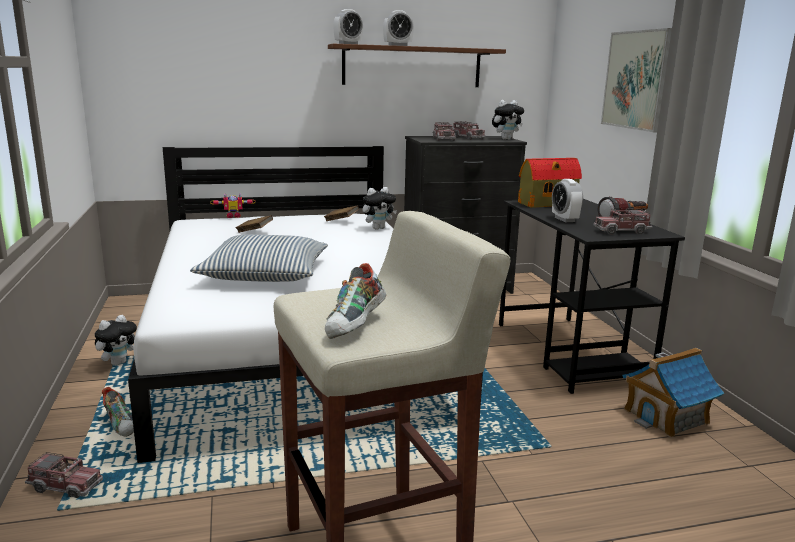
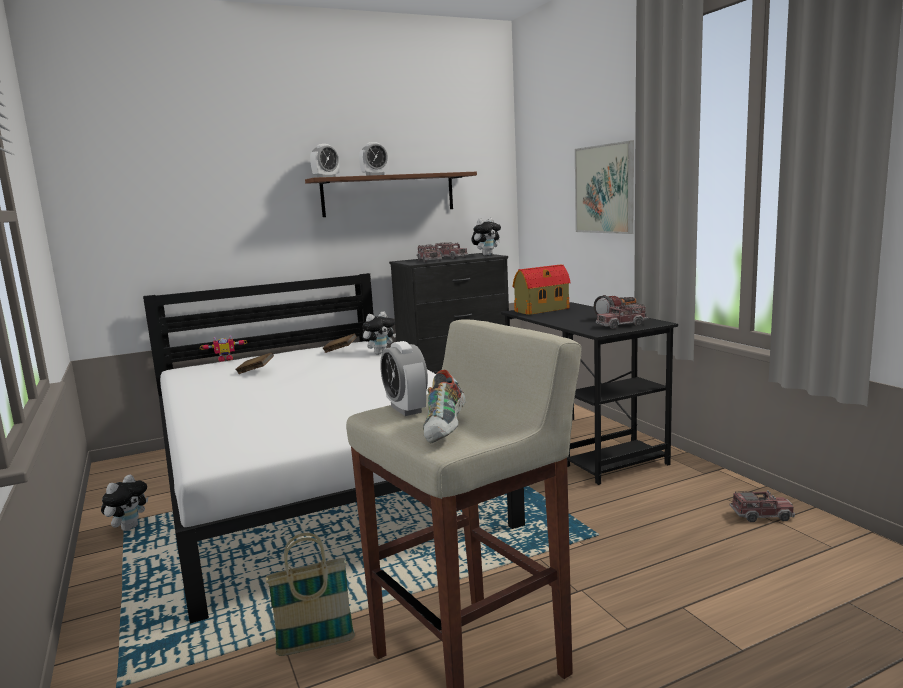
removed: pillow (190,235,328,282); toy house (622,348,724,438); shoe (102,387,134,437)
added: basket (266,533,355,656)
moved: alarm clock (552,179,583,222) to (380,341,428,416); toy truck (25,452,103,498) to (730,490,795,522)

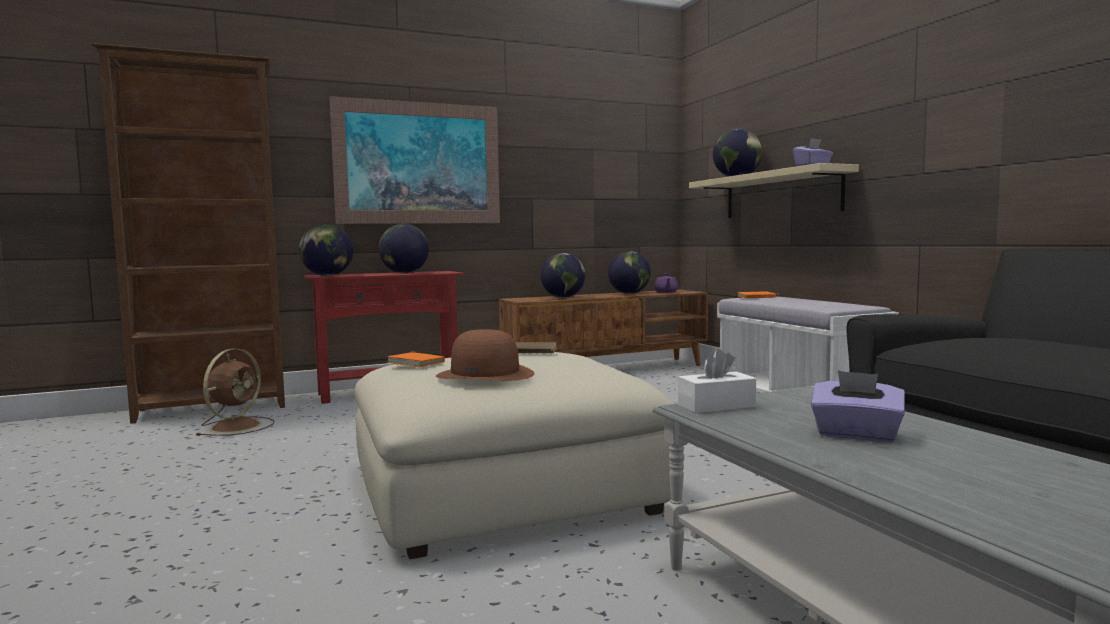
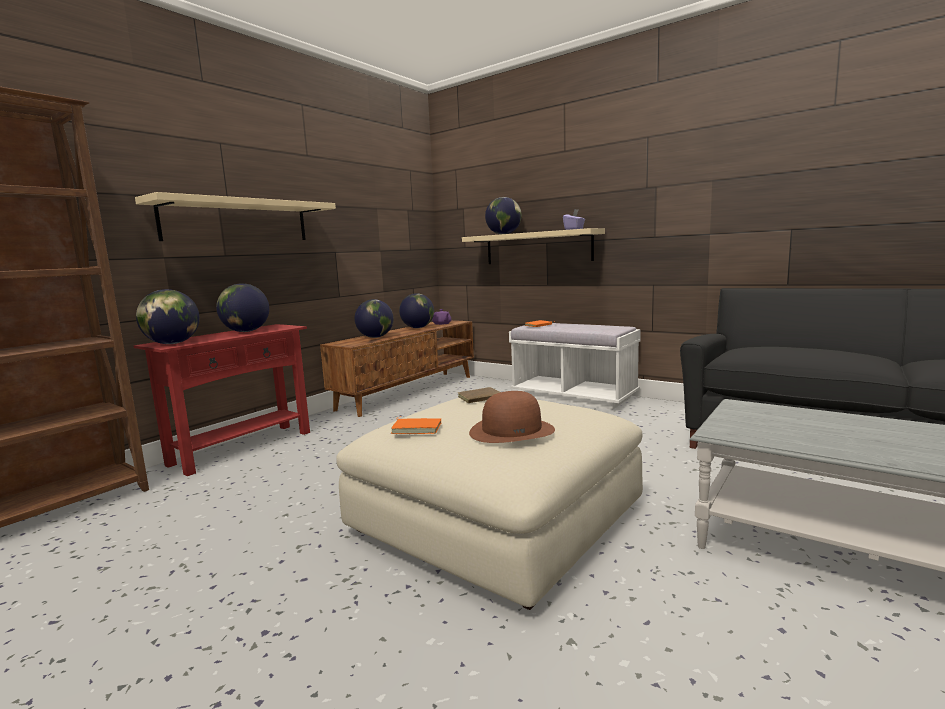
removed: fan/brown (195,348,274,436); tissue box/white (678,349,756,413); tissue box/purple (811,370,905,442)
replaced: picture (329,96,500,224) to shelf/beige (135,192,336,241)

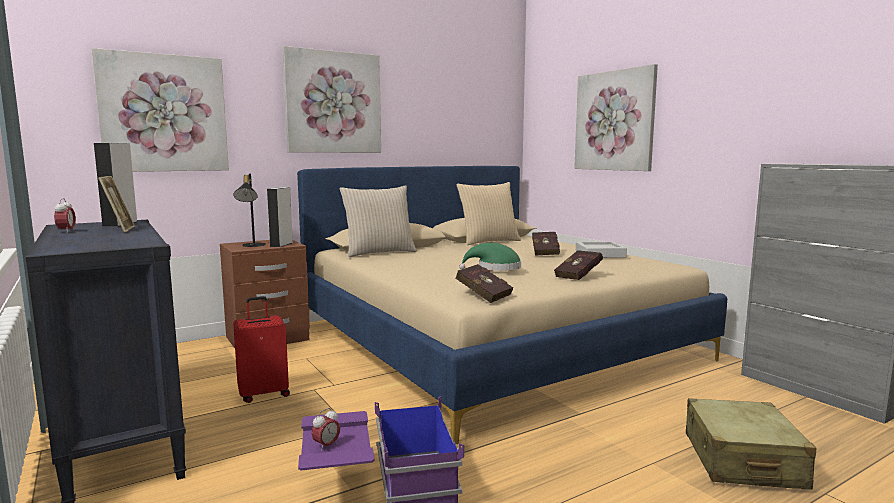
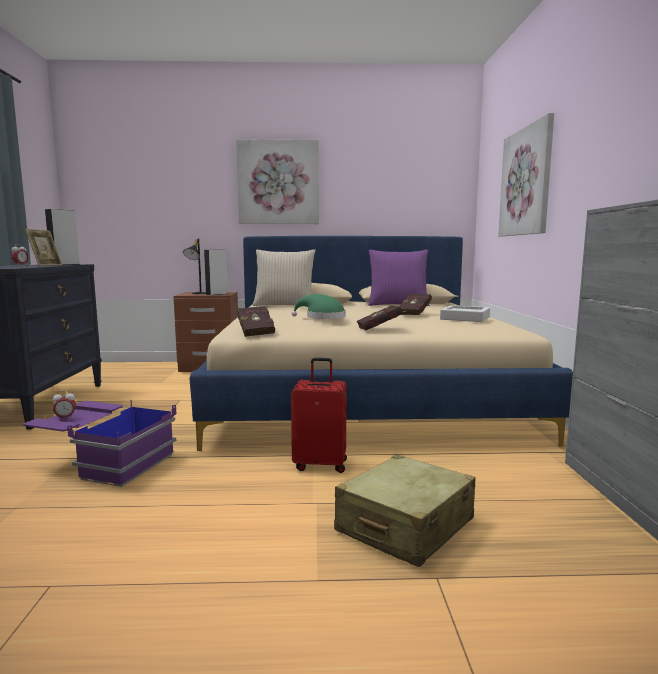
removed: picture (91,48,229,172)
moved: suitcase/red (233,296,290,403) to (291,358,347,473)
recoloured: pillow/beige (456,182,521,245) to pillow/purple (368,249,430,306)

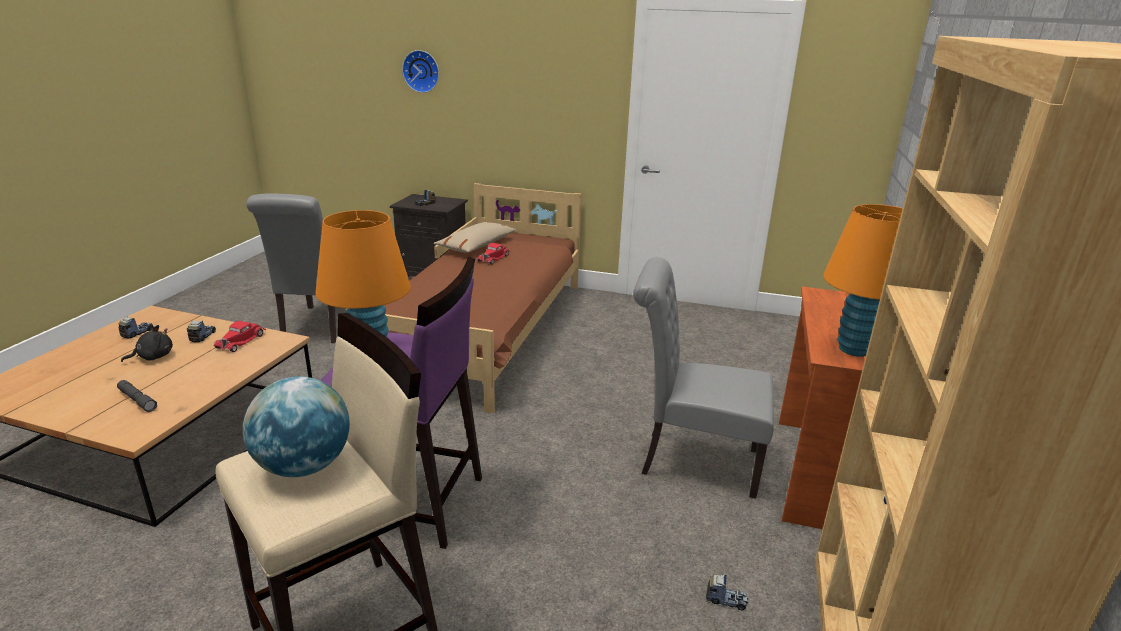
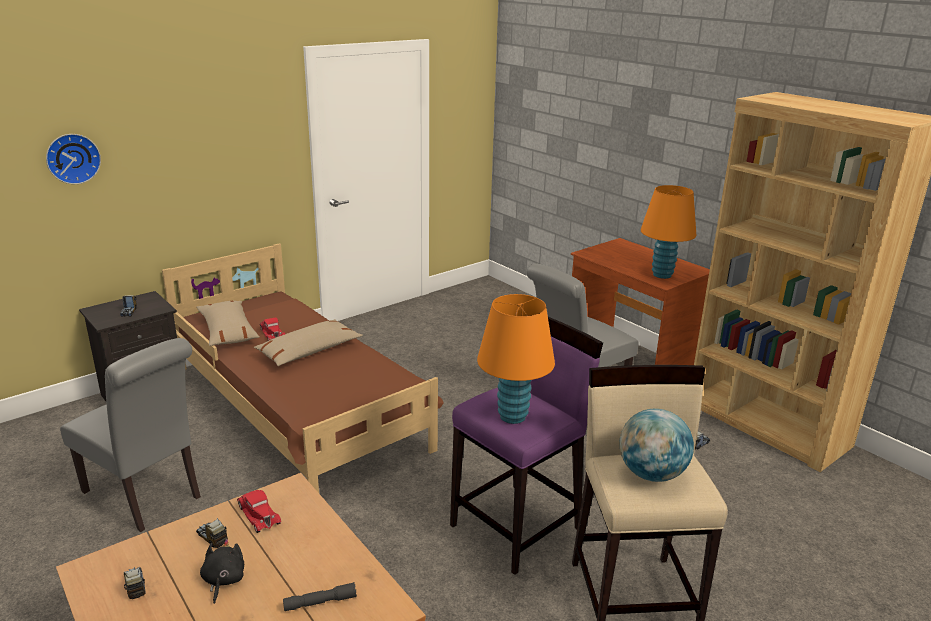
added: pillow/beige (254,319,363,366)

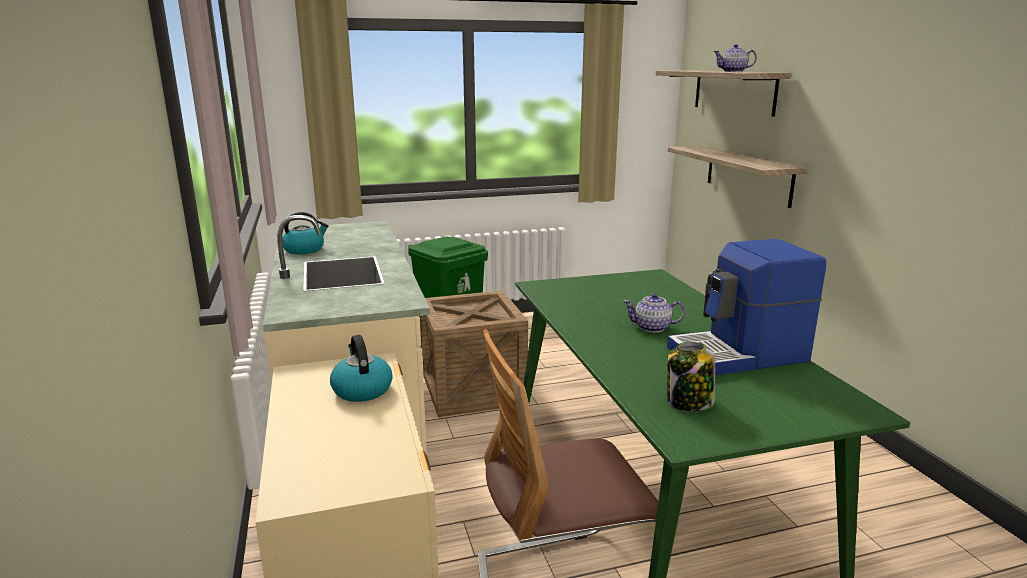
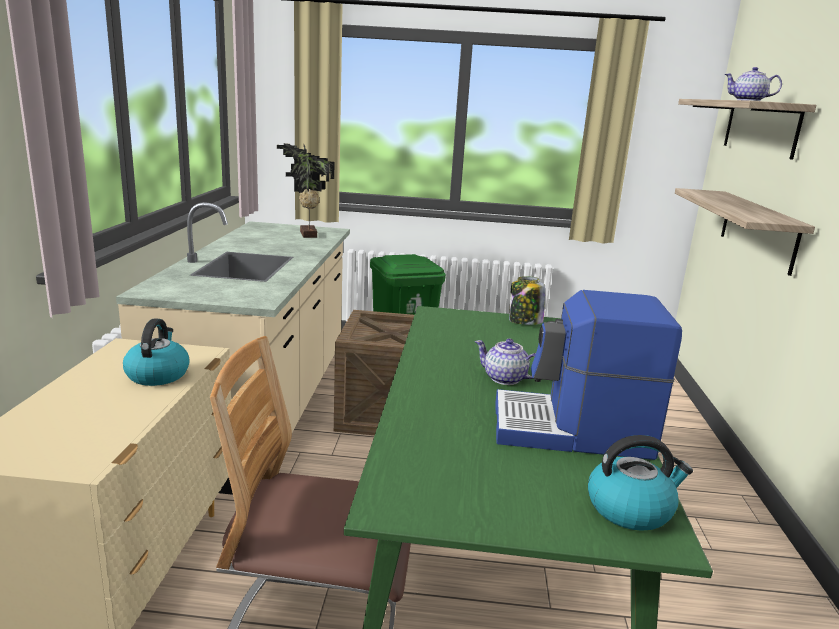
added: potted plant (277,143,334,238)
moved: kettle (282,212,329,254) to (588,435,693,531); jar (667,342,715,411) to (509,276,545,325)

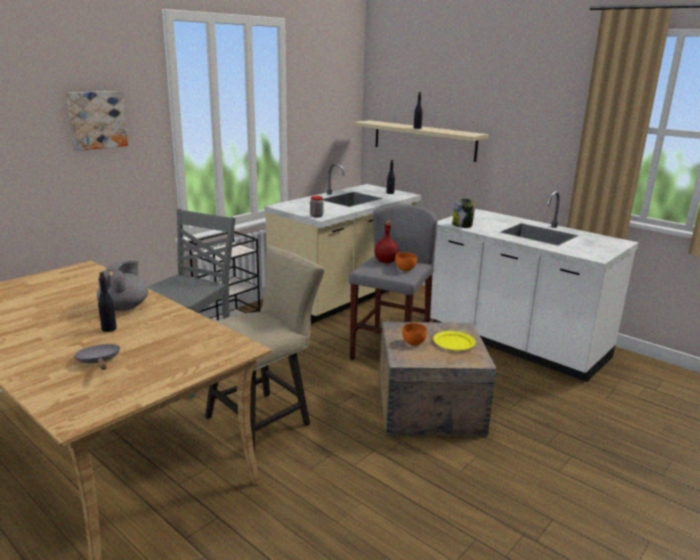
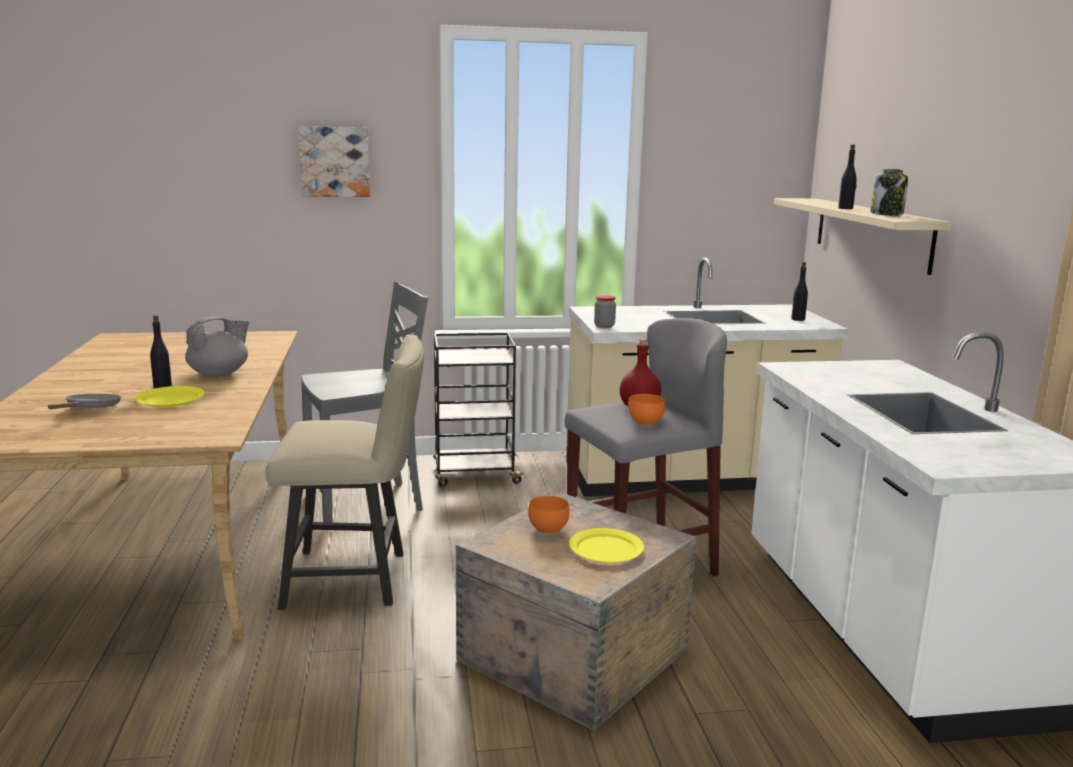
added: plate/yellow (134,386,205,407)
moved: jar (452,198,475,228) to (870,169,908,216)

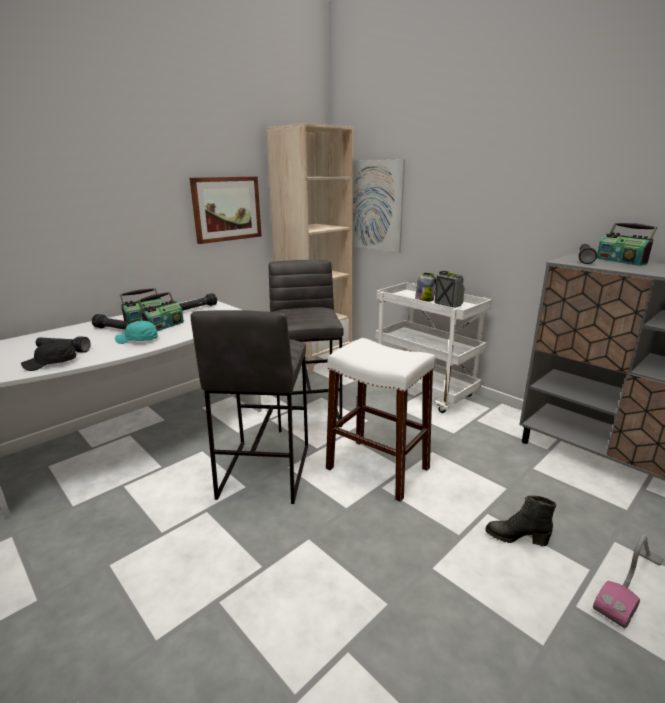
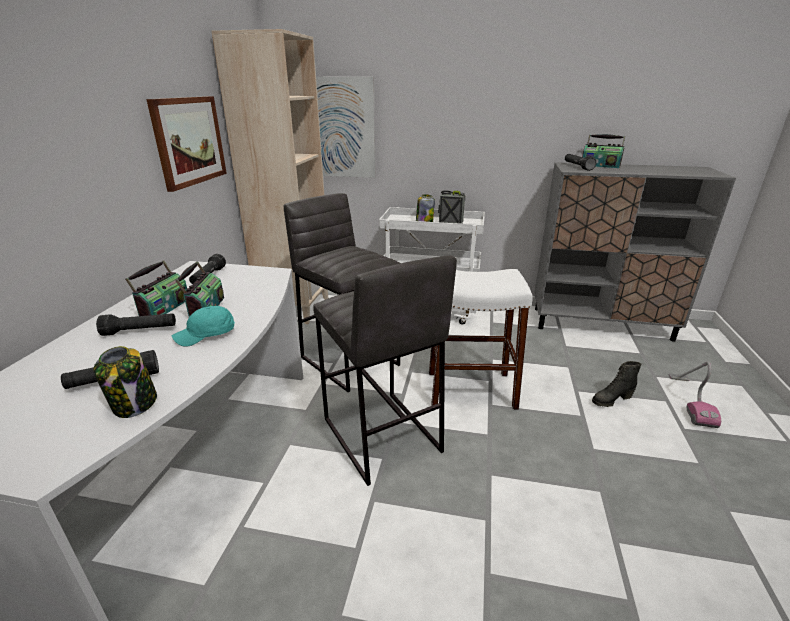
replaced: cap/black (21,340,76,371) to jar (93,346,157,418)

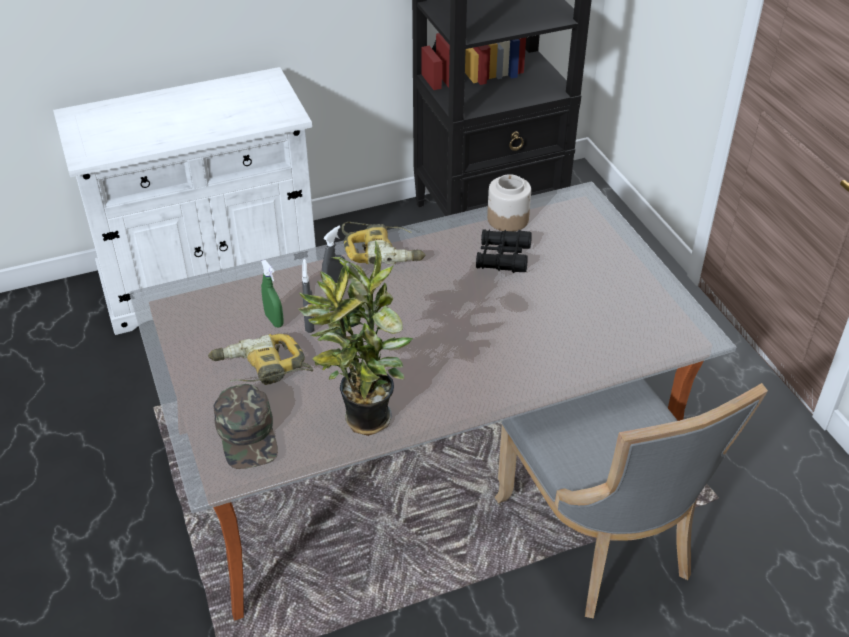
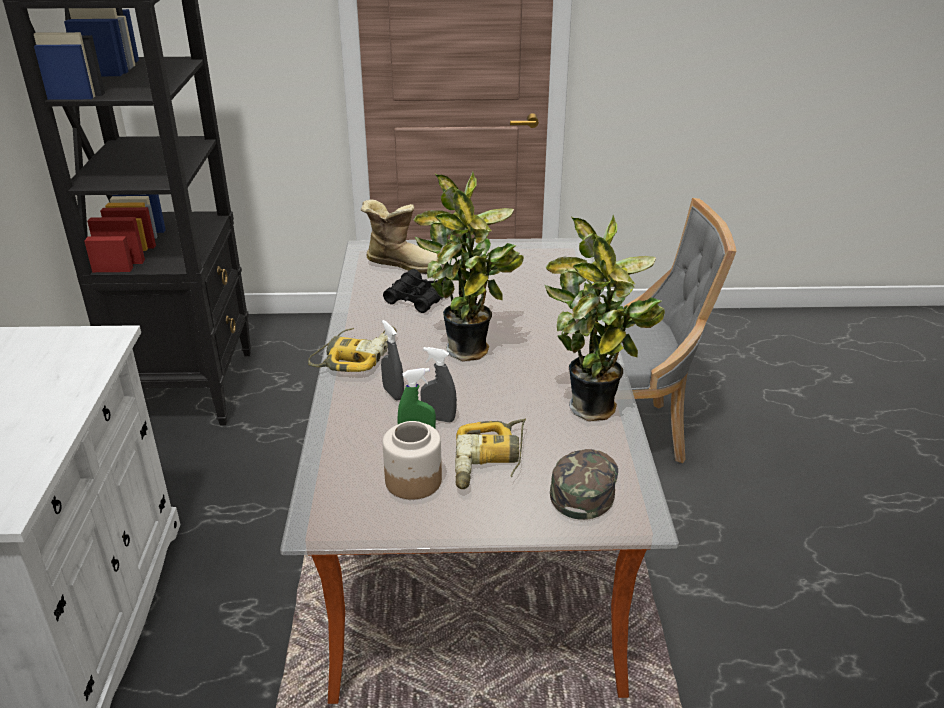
added: potted plant (413,171,524,361); boot (361,199,446,274)
moved: jar (487,174,531,231) to (383,421,442,500)
turned: cap/green (213,384,278,469) = (550,449,618,520) 75 degrees counterclockwise

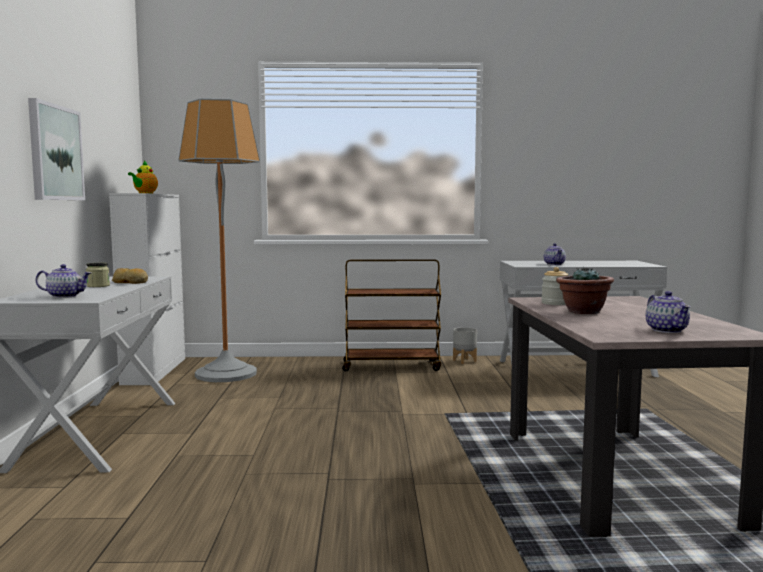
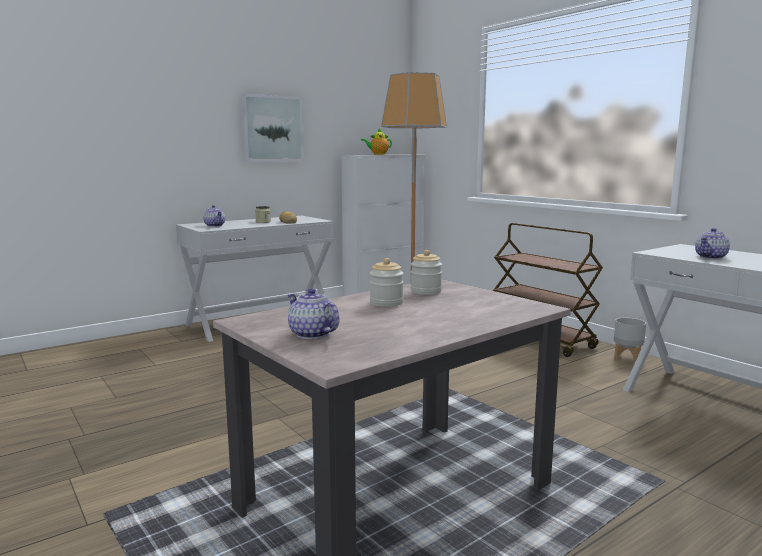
replaced: potted plant (556,267,614,314) to jar (370,258,404,307)
turned: teapot (646,291,691,333) = (287,288,339,339) 90 degrees clockwise

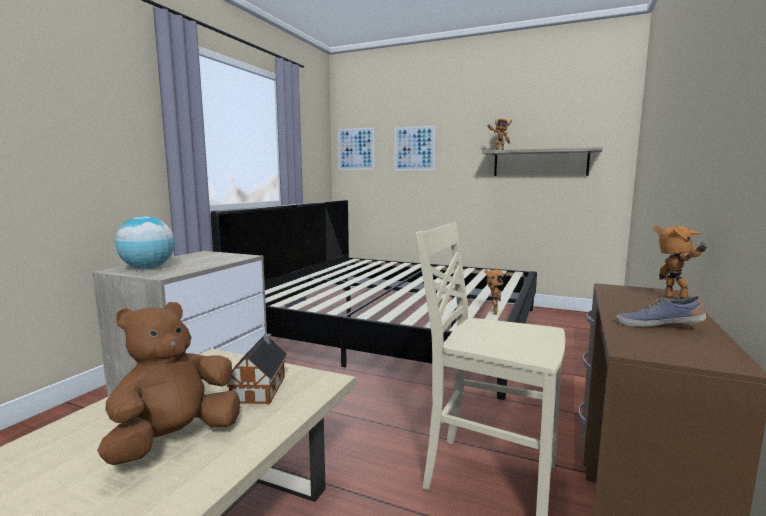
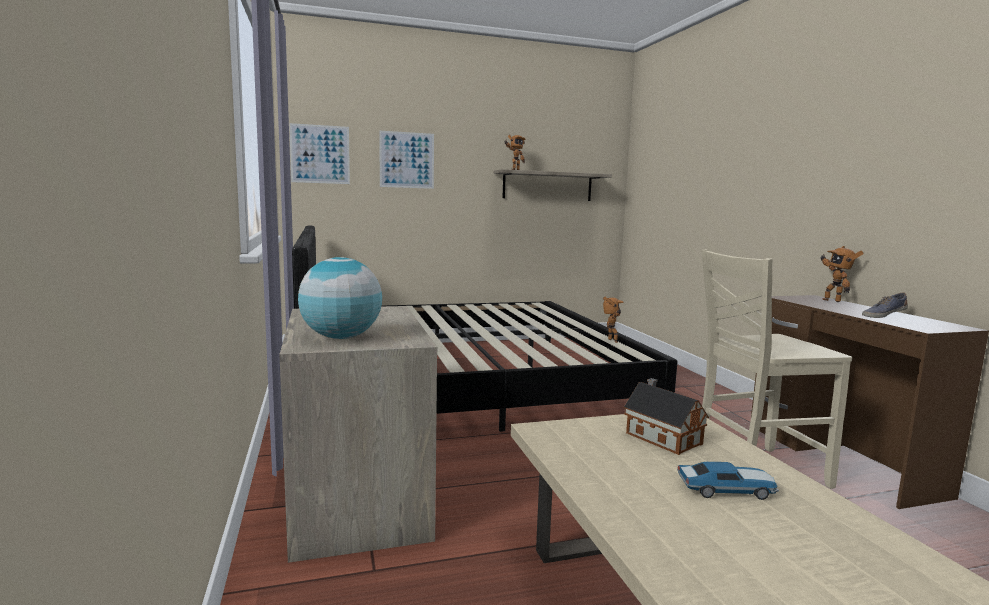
replaced: plush toy/brown (97,302,240,465) to toy car (677,462,779,500)
turned: toy robot (653,226,708,299) = (820,246,864,302) 150 degrees counterclockwise

